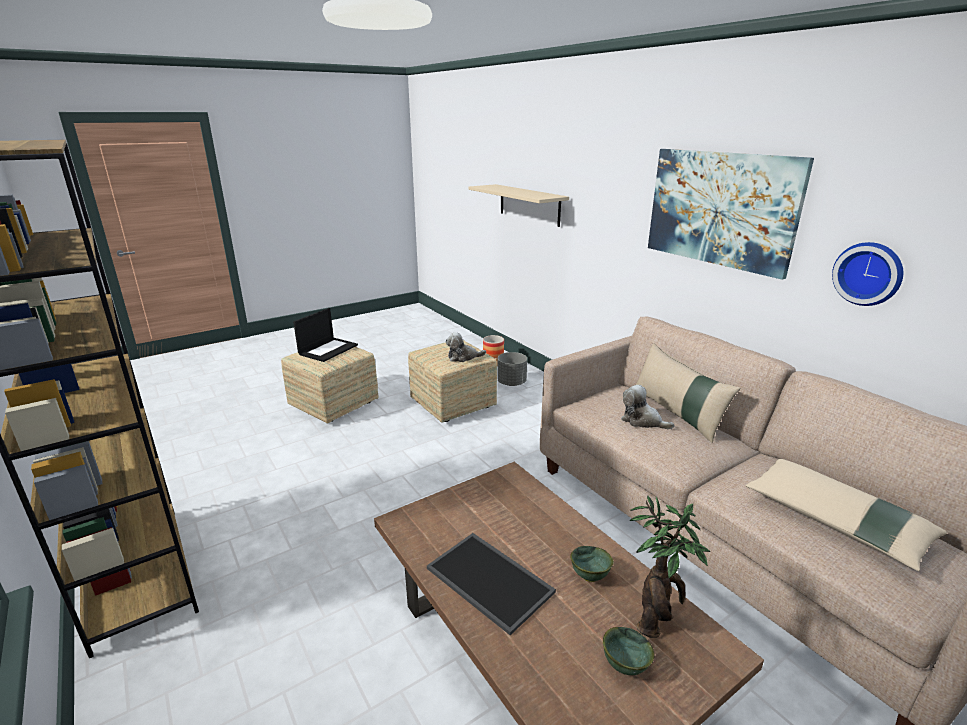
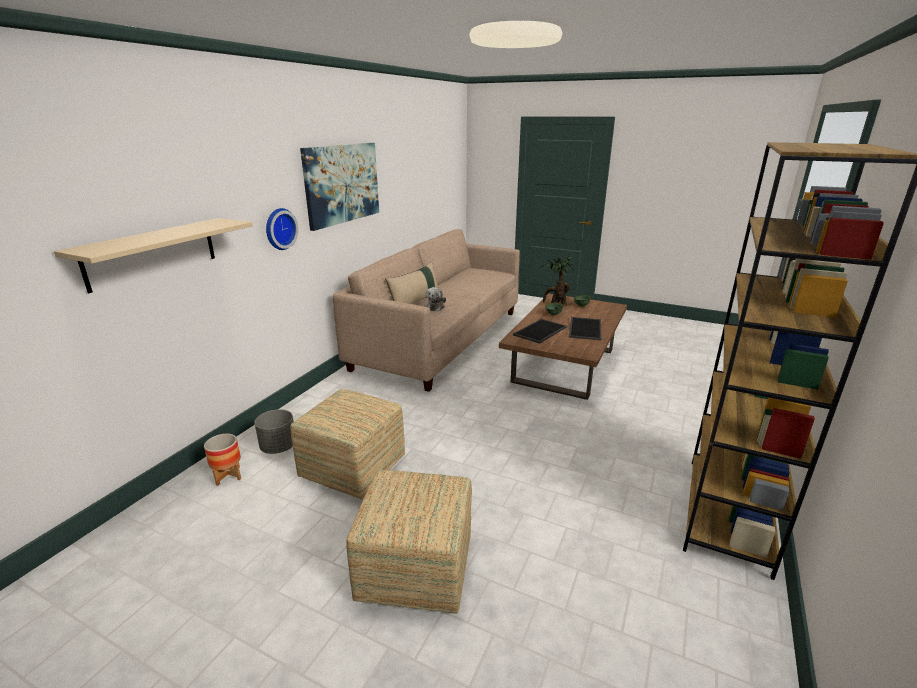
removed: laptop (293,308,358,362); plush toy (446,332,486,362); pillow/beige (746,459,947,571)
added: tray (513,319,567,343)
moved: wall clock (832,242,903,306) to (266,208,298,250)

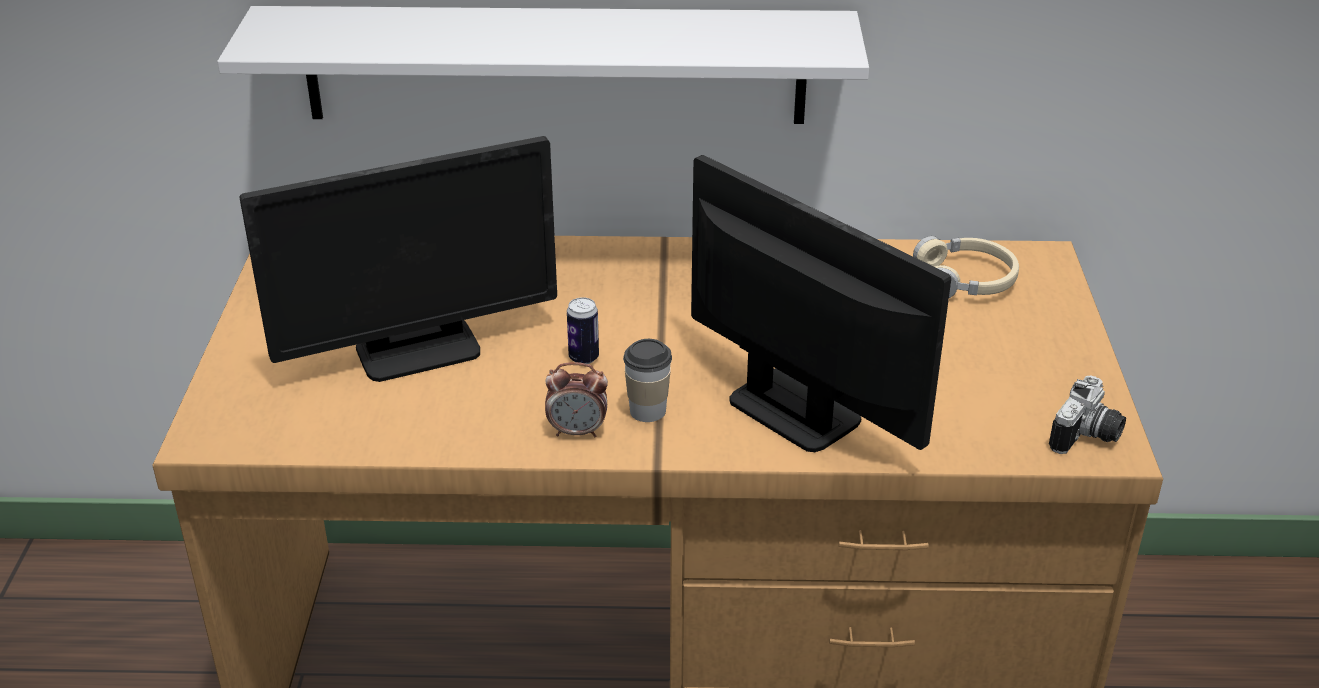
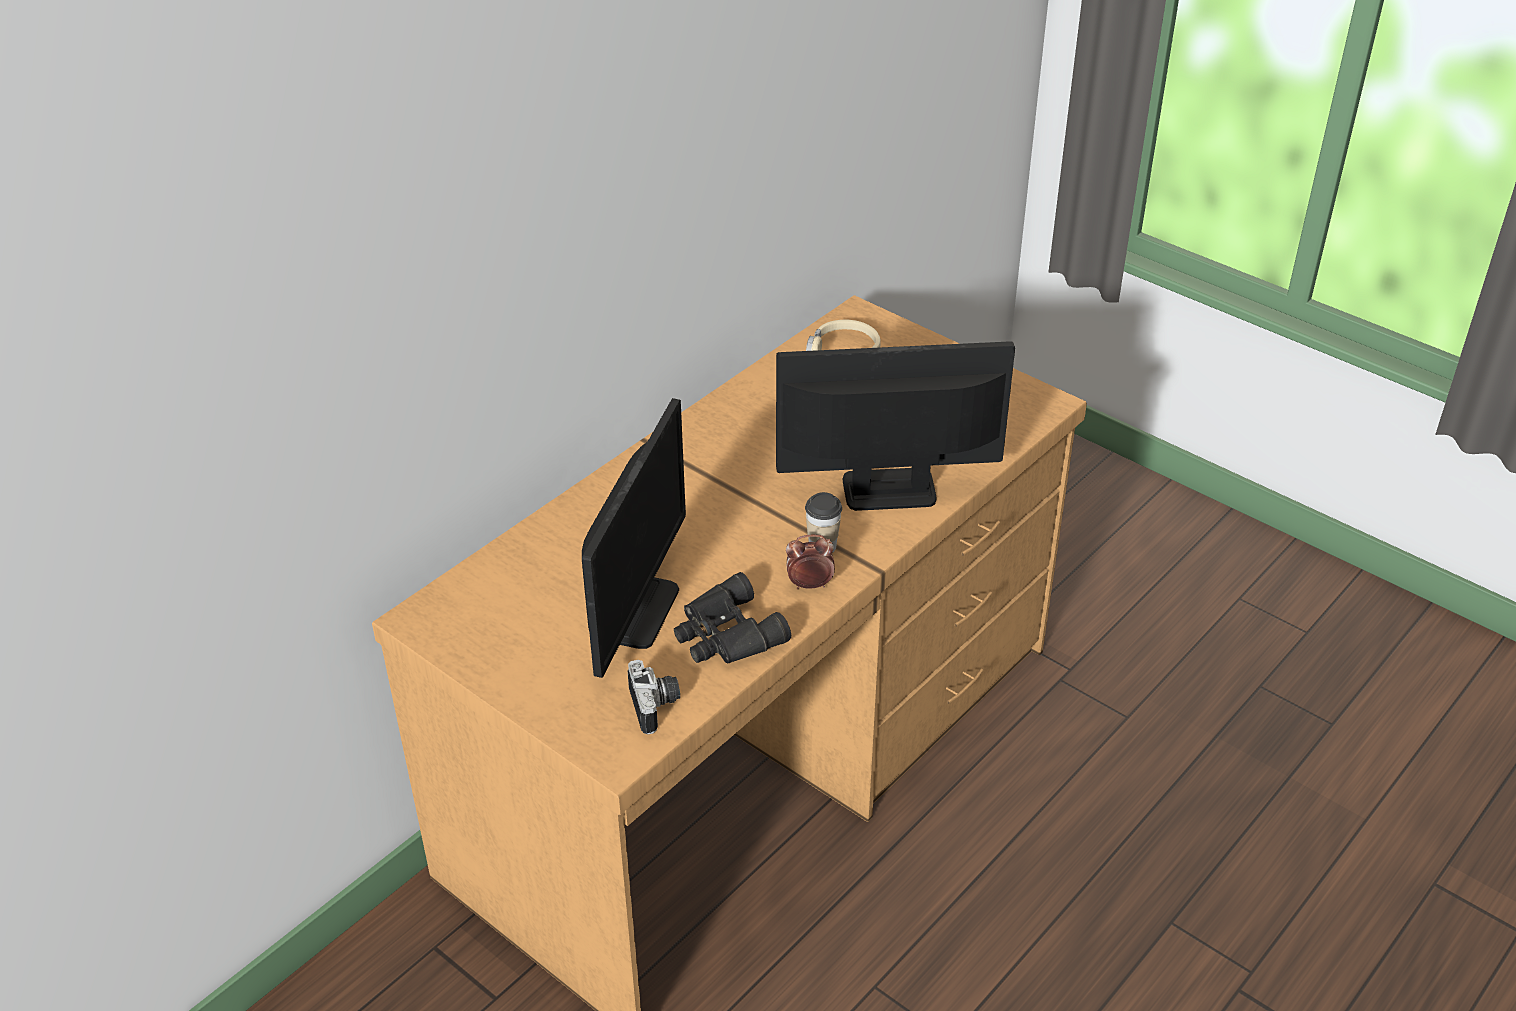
removed: shelf/white (217,6,869,124); can (567,297,599,364)
added: binoculars/black (674,572,791,663)
moved: photo camera (1049,376,1126,454) to (628,660,680,735)
turned: alarm clock (545,362,608,437) = (786,534,835,589) 135 degrees counterclockwise

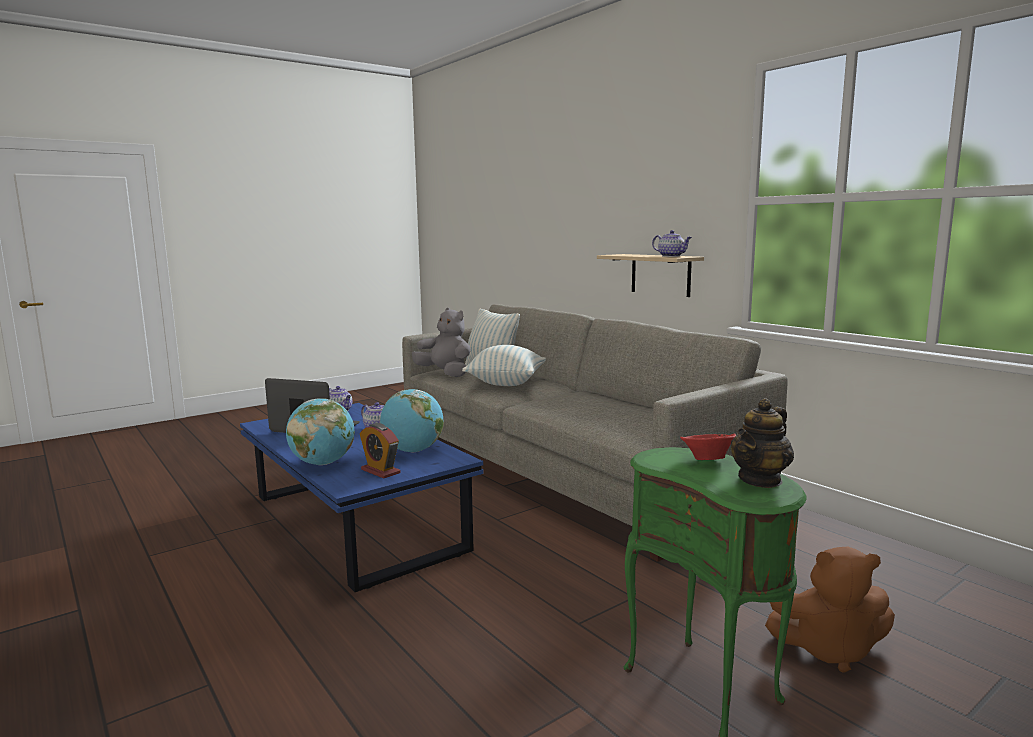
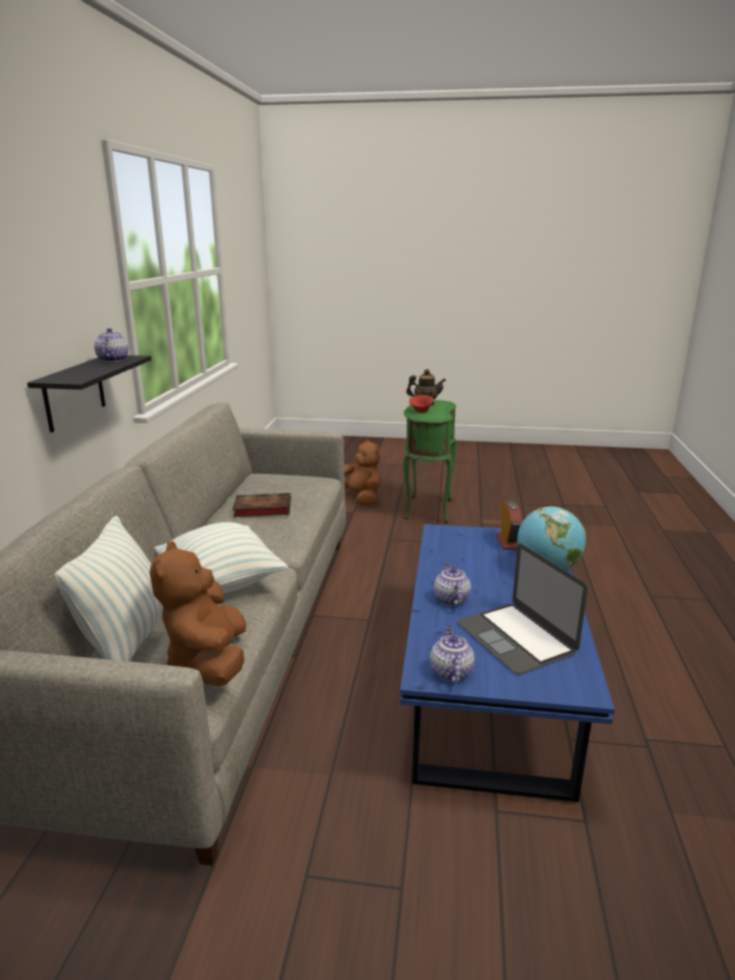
removed: globe (380,389,444,453)
added: book (233,493,291,517)
recoloured: shelf/beige (597,254,704,297) to shelf/black (27,355,151,432); plush toy/grey (412,308,471,377) to plush toy/brown (150,541,246,686)

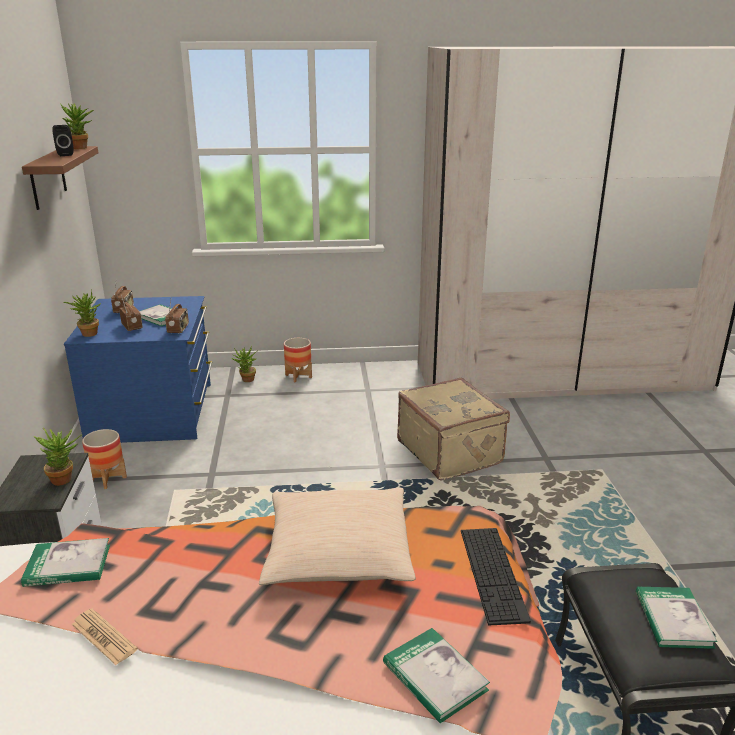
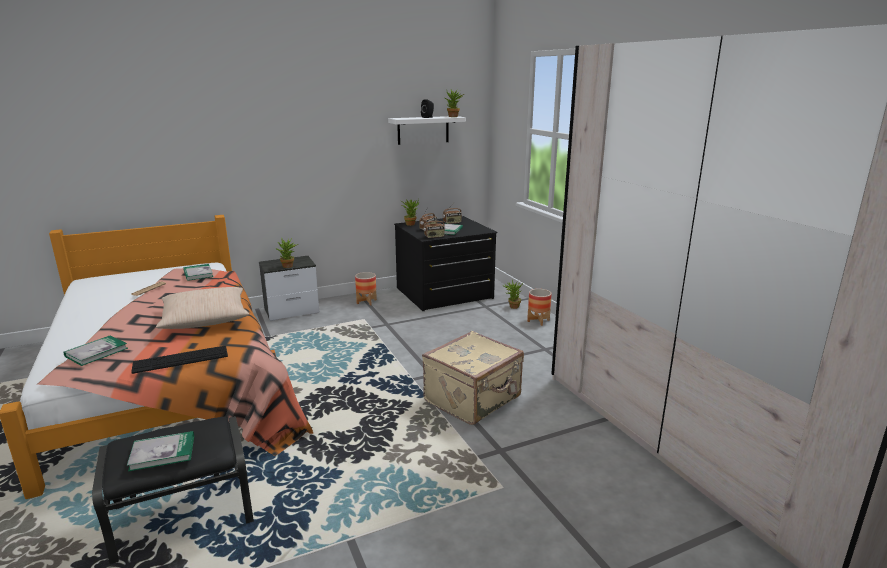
recoloured: shelf/brown (22,146,98,210) to shelf/white (388,116,466,145); dresser/blue (64,296,212,443) to dresser/black (394,216,498,311)

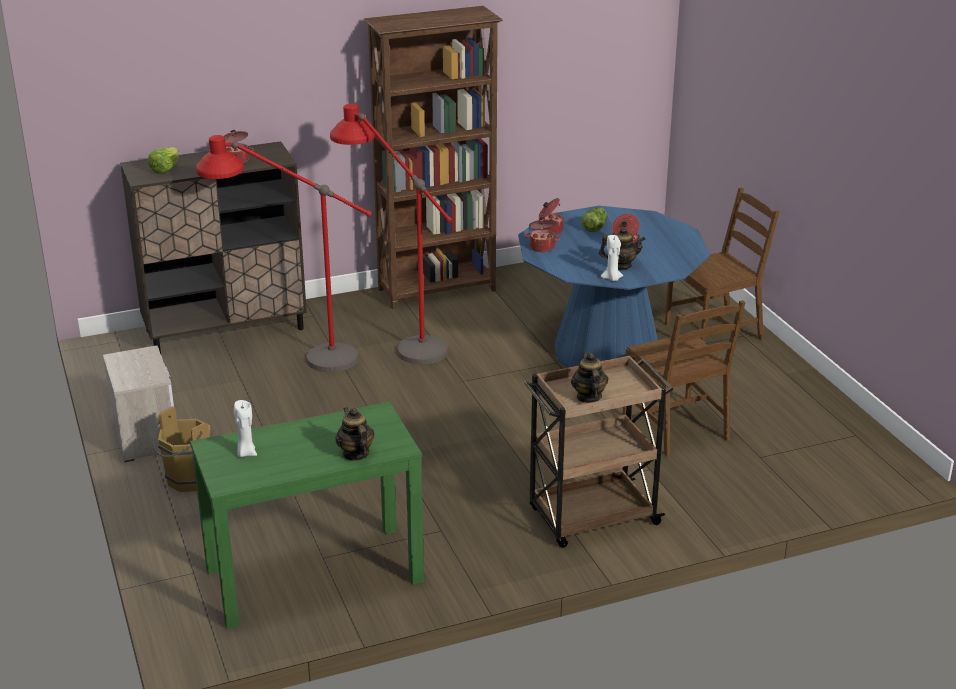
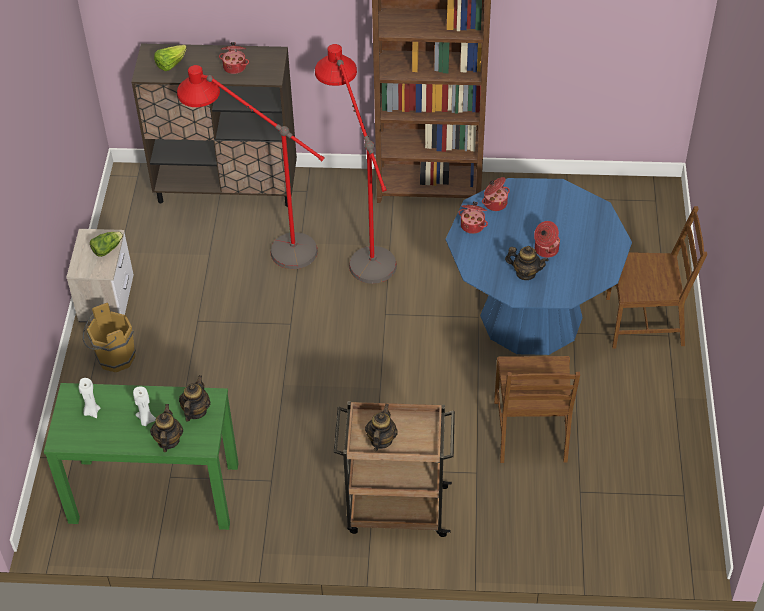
added: teapot (179,375,210,422)
moved: lettuce (581,208,607,232) to (90,232,123,257); candle/white (601,235,623,281) to (133,387,156,426)

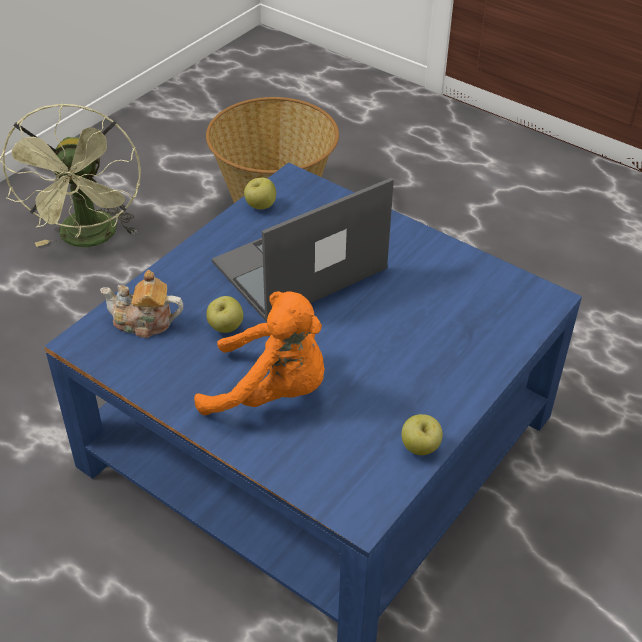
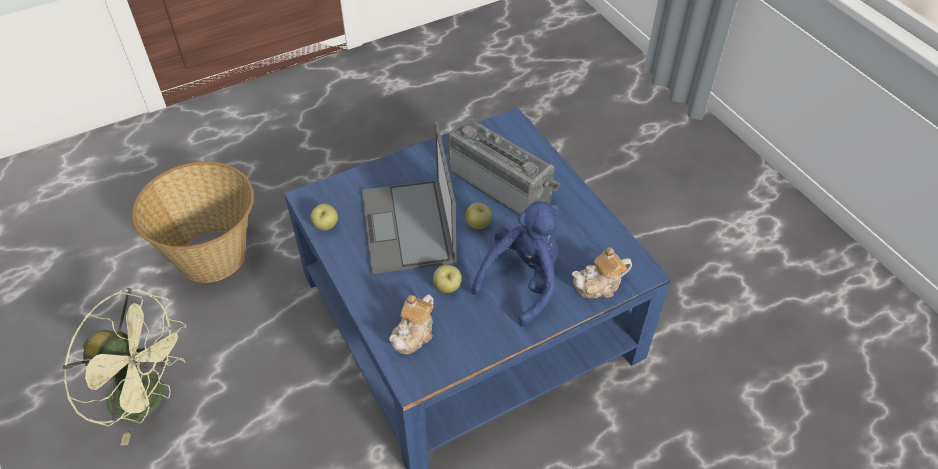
added: radio (448,118,560,215); teapot (571,247,632,298)
moved: apple (402,414,443,455) to (465,203,492,229)
recoloured: plush toy/orange (194,291,325,415) to plush toy/blue (471,201,560,327)

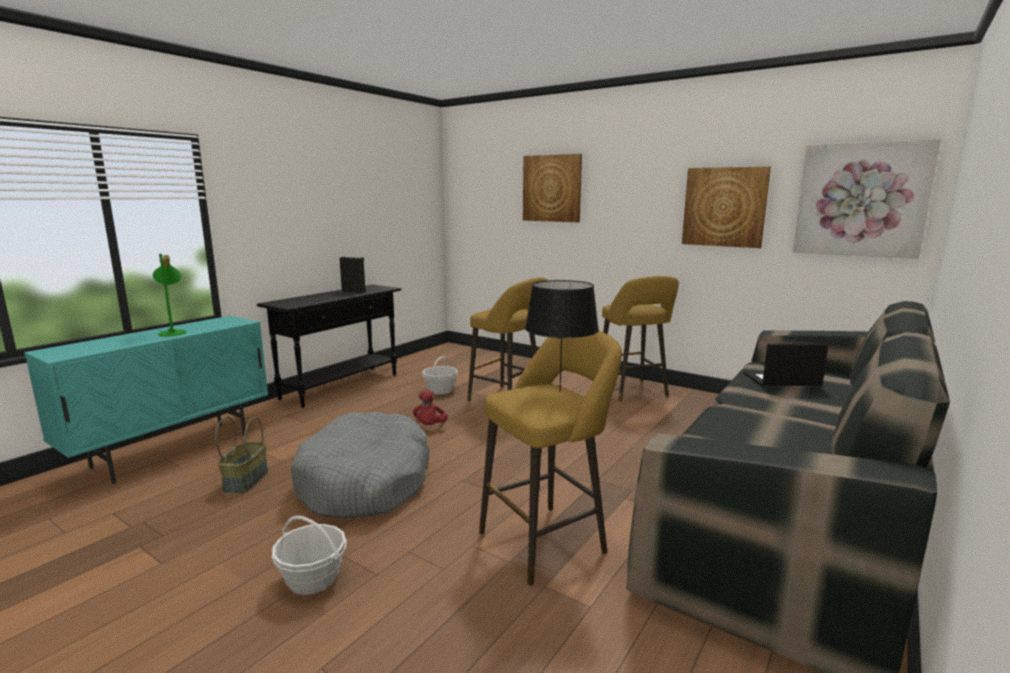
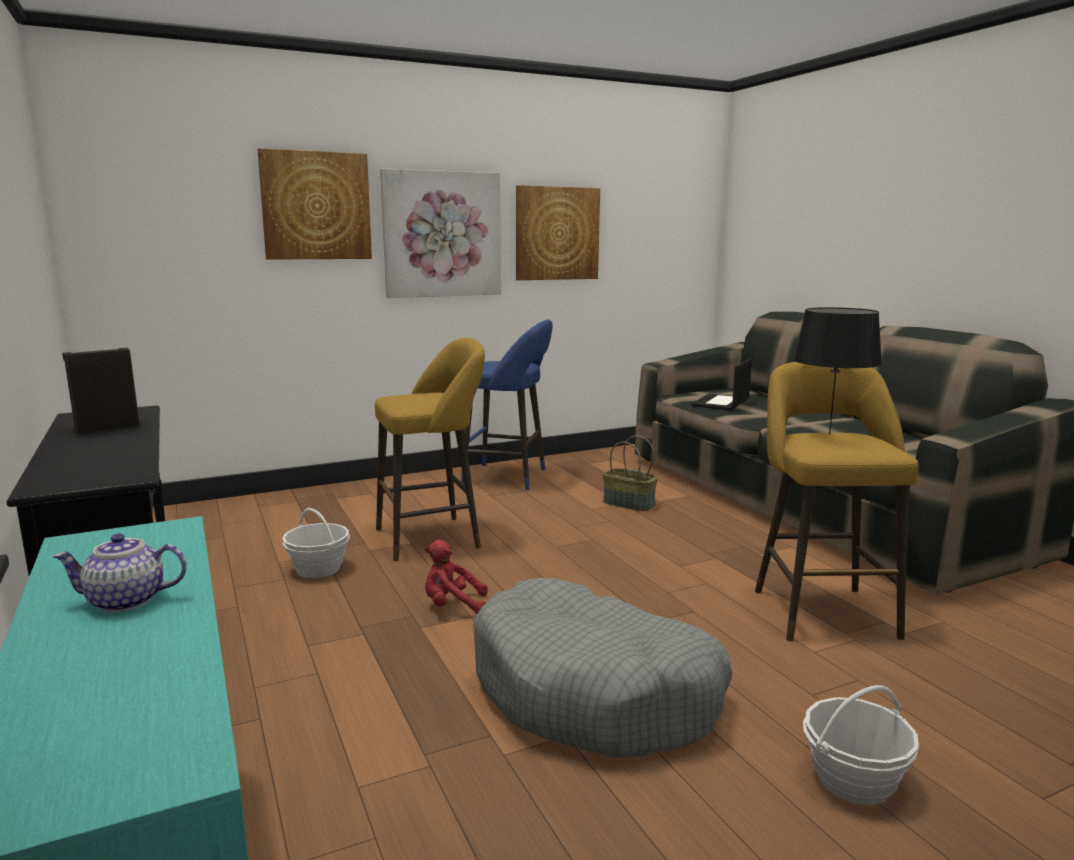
moved: picture (793,139,941,259) to (380,169,501,298); basket (215,416,268,493) to (603,435,658,511)
replaced: table lamp/green (153,254,187,336) to teapot (52,533,187,612)
recoloured: stool/yellow (602,276,679,402) to stool/blue (461,319,553,490)
turned: plush toy/red (413,390,448,425) = (425,540,488,614) 150 degrees clockwise

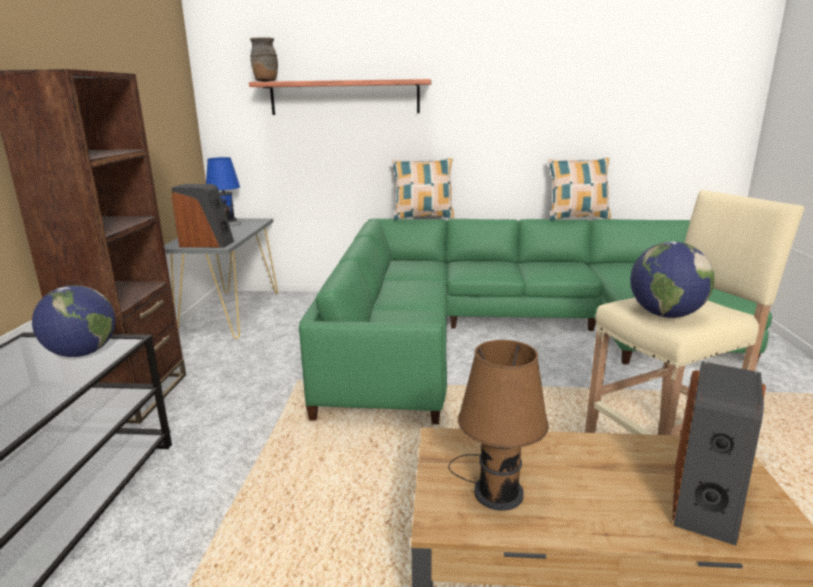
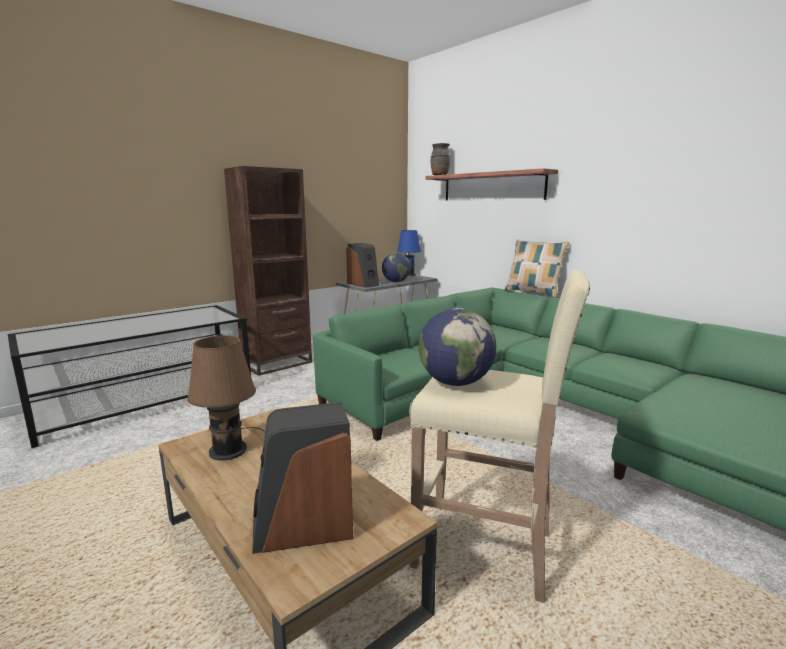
removed: pillow (548,158,611,221)
moved: globe (32,285,116,357) to (382,253,411,282)

